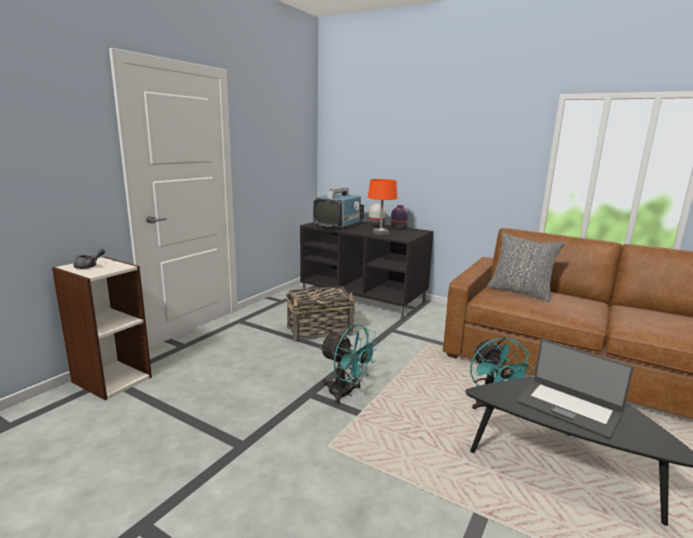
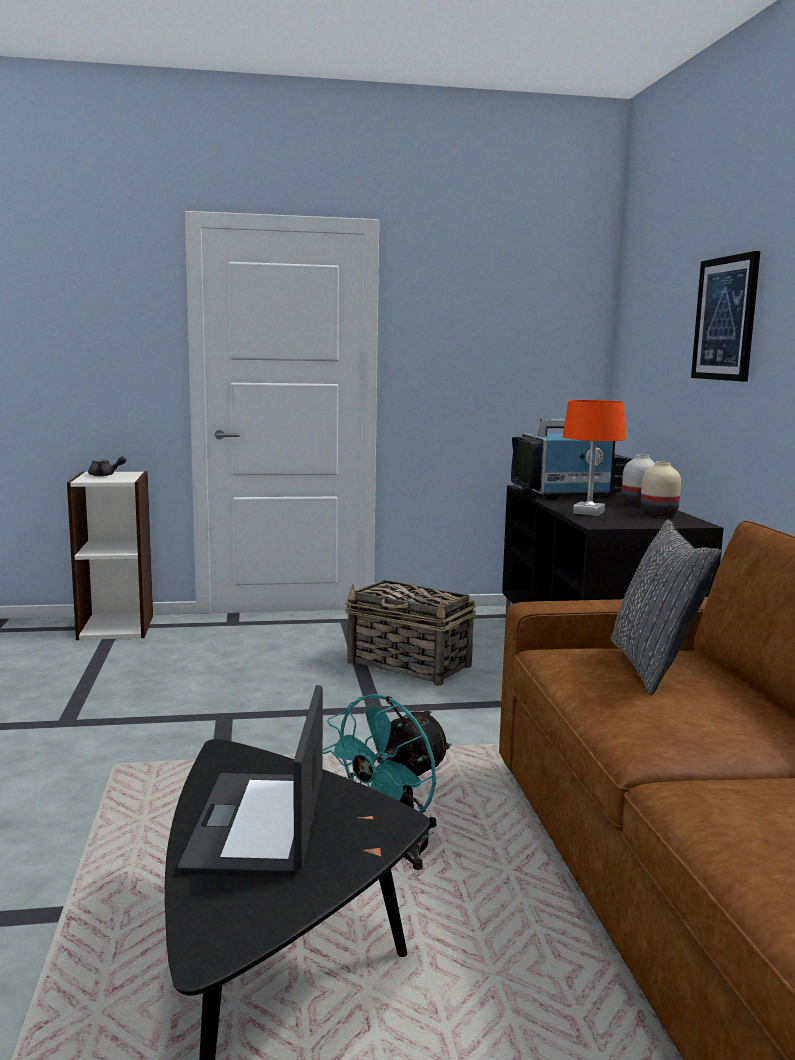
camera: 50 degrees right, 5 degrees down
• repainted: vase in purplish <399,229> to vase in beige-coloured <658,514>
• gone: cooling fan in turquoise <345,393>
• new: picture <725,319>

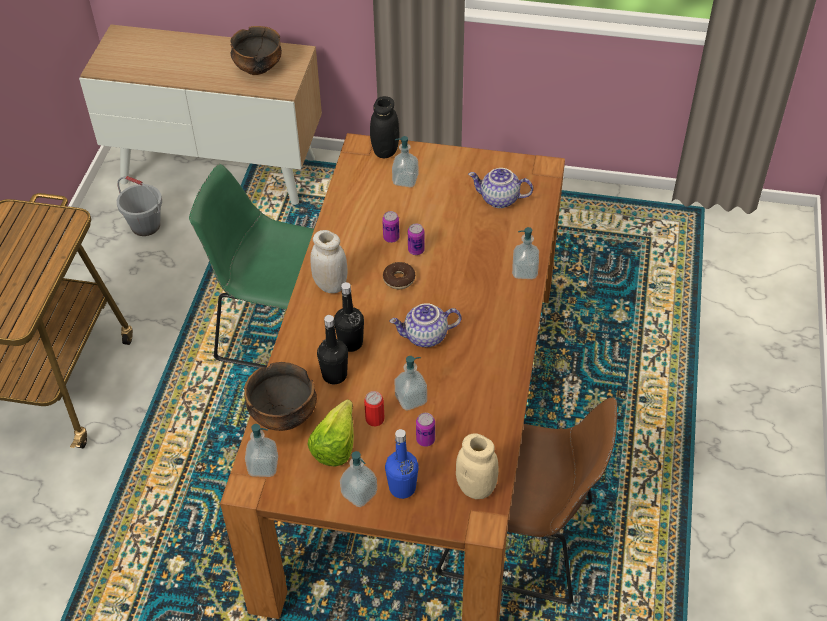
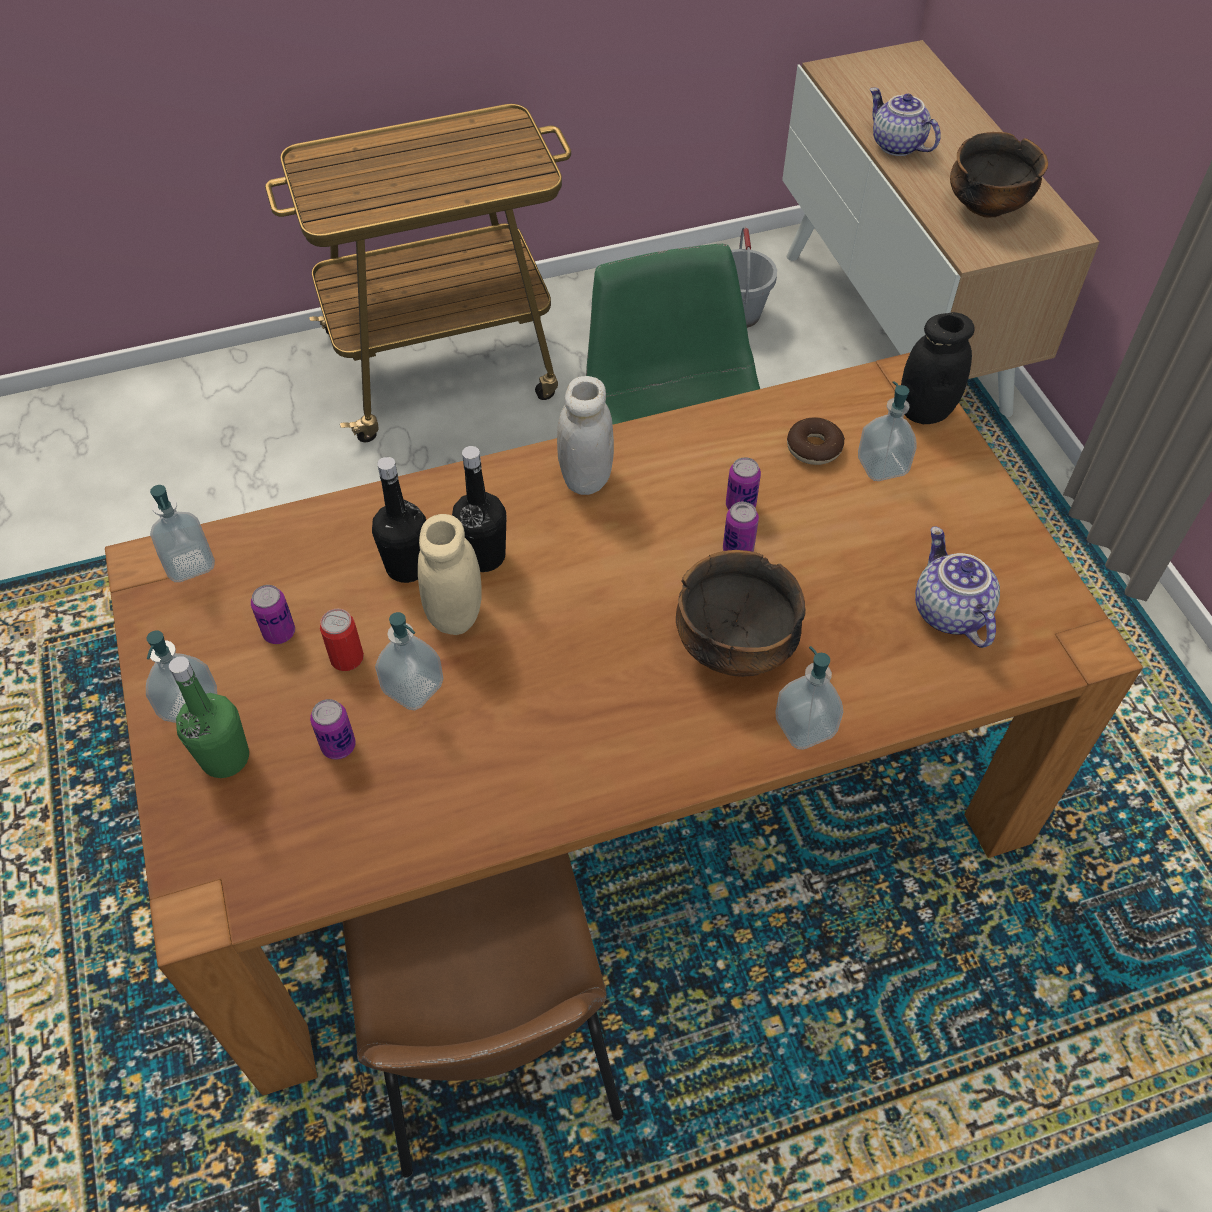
camera: 60 degrees right, 5 degrees up
• shifted: donut <399,279> to <814,448>
• shifted: pot for tea <425,337> to <896,145>
• shifted: bowl <284,416> to <733,647>
• swapped: lettuce head <339,442> to metal can <279,632>
• repainted: bottle in blue <402,488> to bottle in greenish <225,758>
• shifted: jar in beige-coloured <476,488> to <455,615>

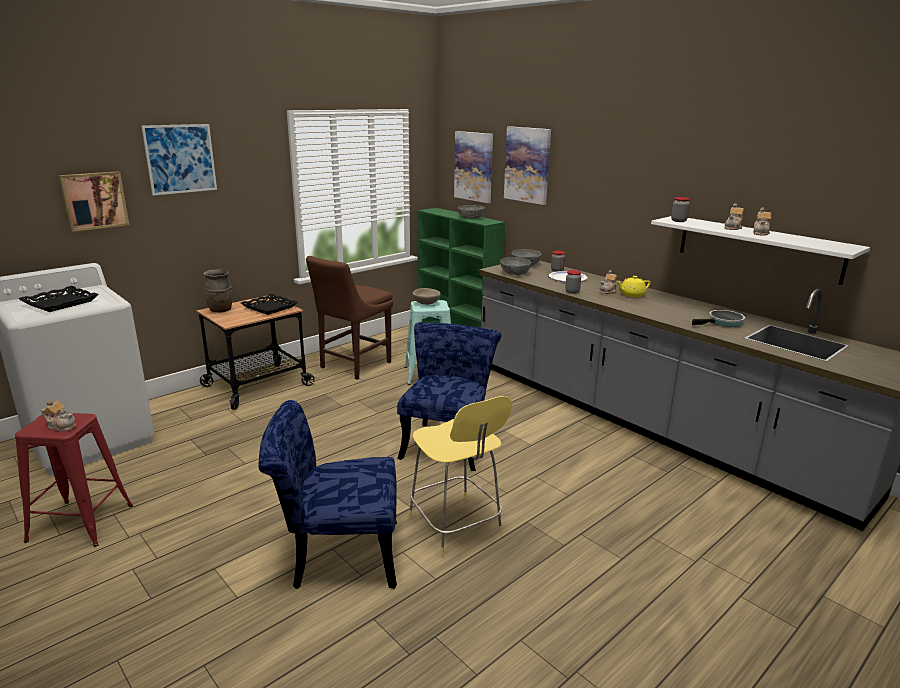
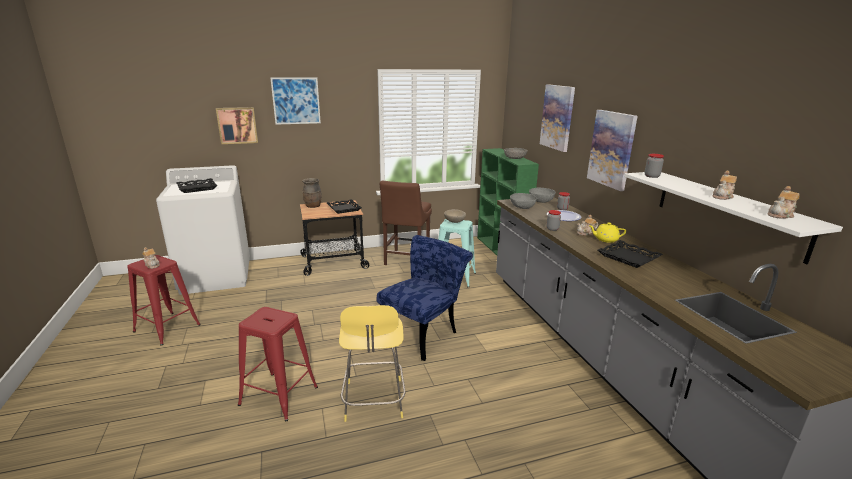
camera: 25 degrees right, 0 degrees up
• shifted: picture <474,166> to <611,149>
• shifted: pot for tea <733,228> to <781,215>
• rotated: upright chair in brown-coloured <353,366> = <405,260> 45 degrees counterclockwise
• gone: skillet <723,323>
• swapped: upright chair in blue <336,555> to sitting stool in reddish <278,396>
• new: tray in black <629,257>

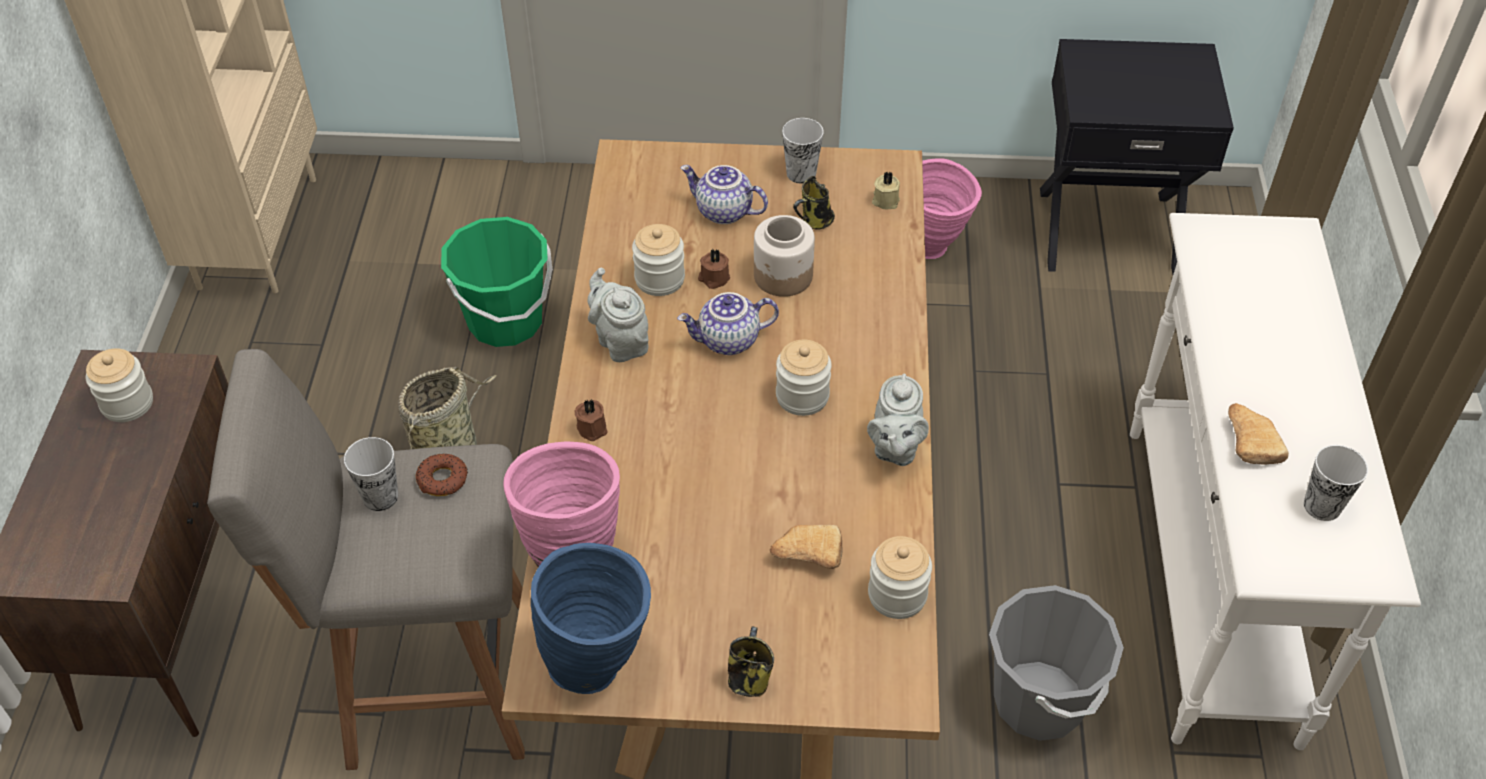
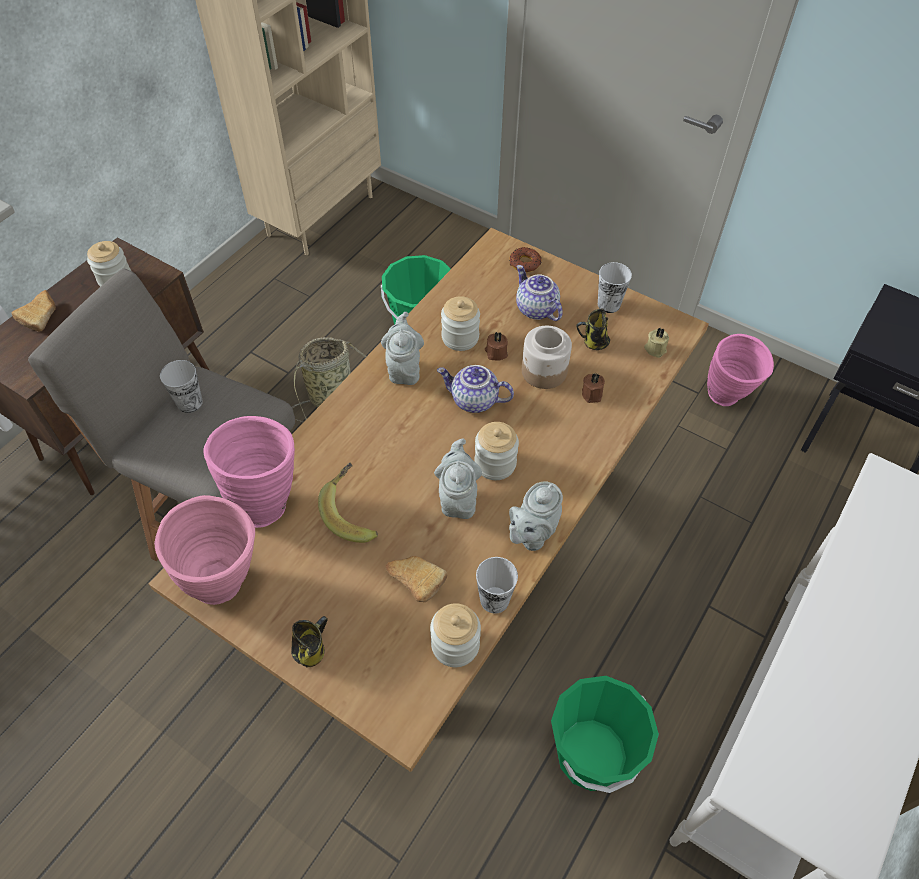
camera: 30 degrees right, 5 degrees up
• shifted: wax candle in brown-coloured <593,427> to <592,394>
• shifted: bread <1249,441> to <41,315>
• shifted: small cup <1322,506> to <494,600>
• shifted: donut <442,479> to <525,263>
• repainted: vase in blue <600,663> to vase in pinkish <228,585>
• repainted: water bucket in greyish <1039,701> to water bucket in greenish <591,755>
• new: pot for tea in greyish <458,498>
• new: banana <354,513>

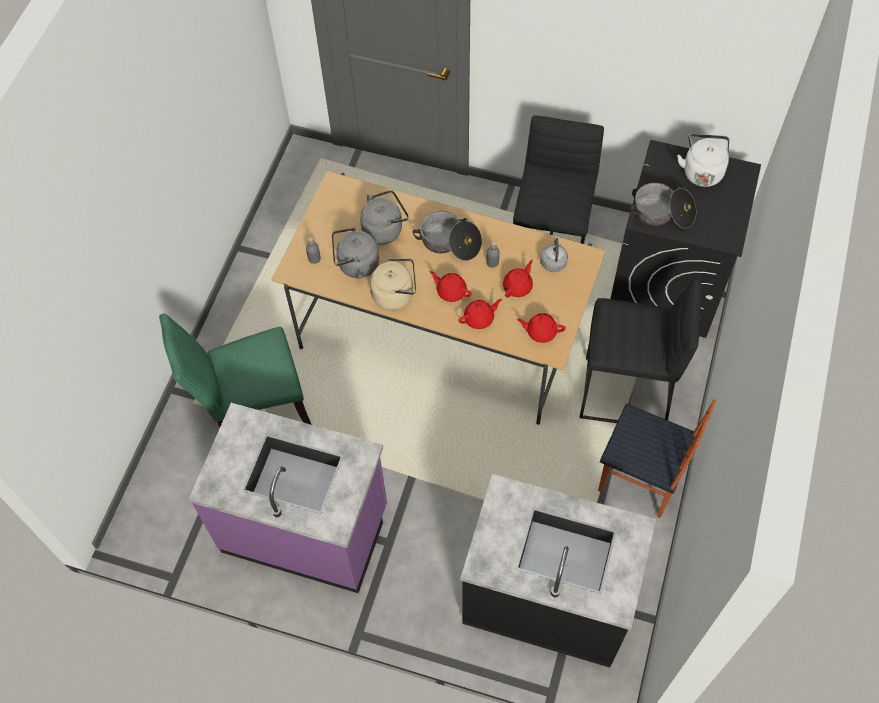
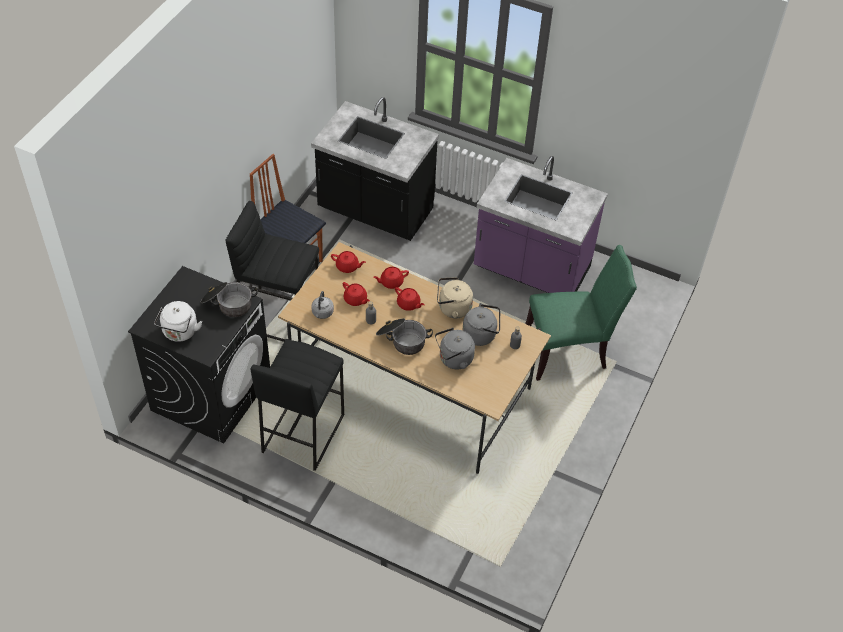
camera: 175 degrees left, 10 degrees down
• rotated: pot for tea in reddish <518,286> = <355,299> 90 degrees counterclockwise

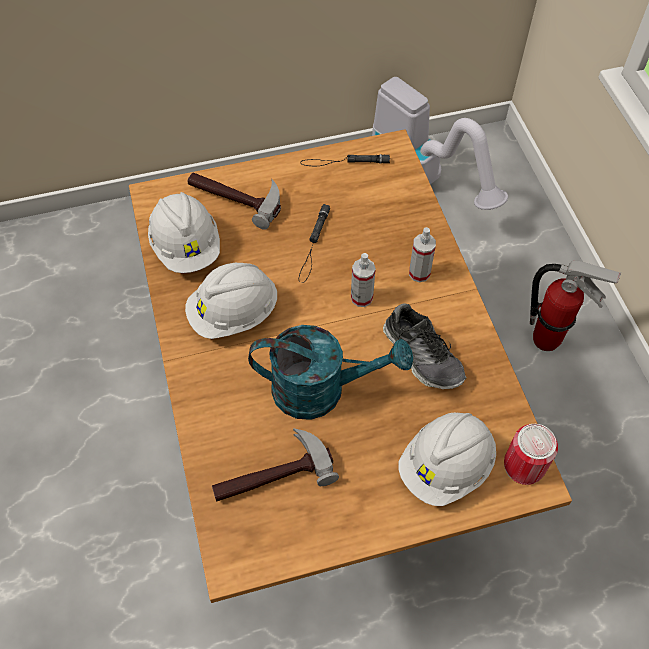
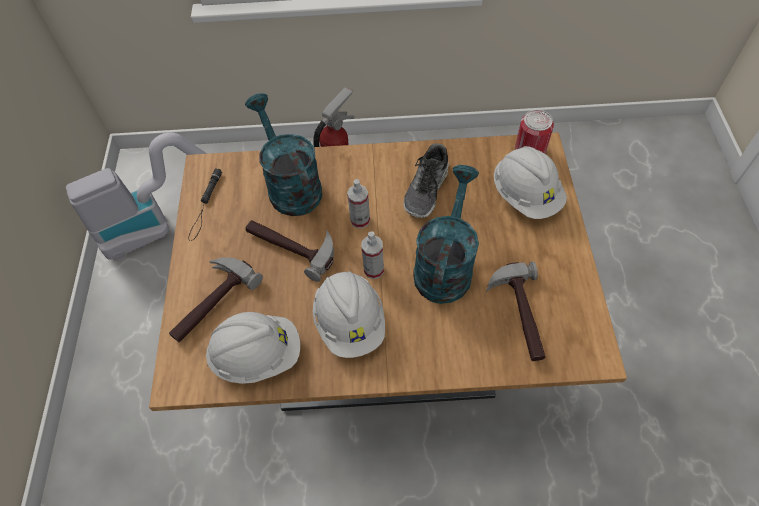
camera: 75 degrees left, 0 degrees up
• swapped: flashlight in black <314,245> to tool hammer <292,246>
• shifted: hand sprayer <419,273> to <373,270>
• rotated: shoe <422,355> = <427,190> 135 degrees clockwise
• new: sprinkling can in turquoise <290,185>

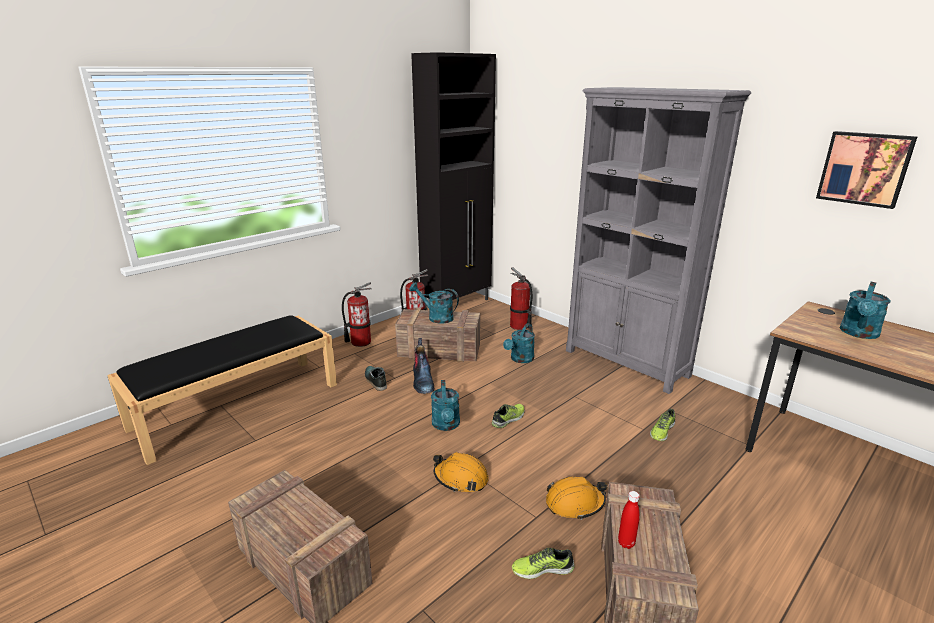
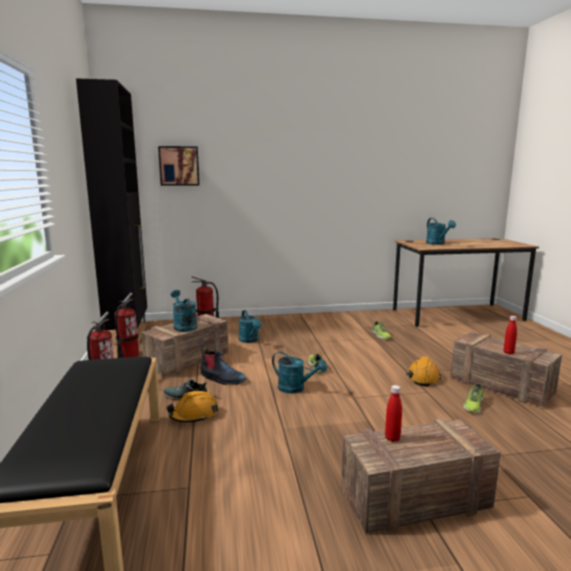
camera: 55 degrees left, 10 degrees down
• gone: shelving unit in greyish <626,363>
• shifted: picture <864,168> to <179,166>
• rotated: sprinkling can in turquoise <436,317> = <183,326> 90 degrees clockwise
• shifted: hard hat in orange <461,478> to <194,415>
• new: bottle in reddish <392,438>

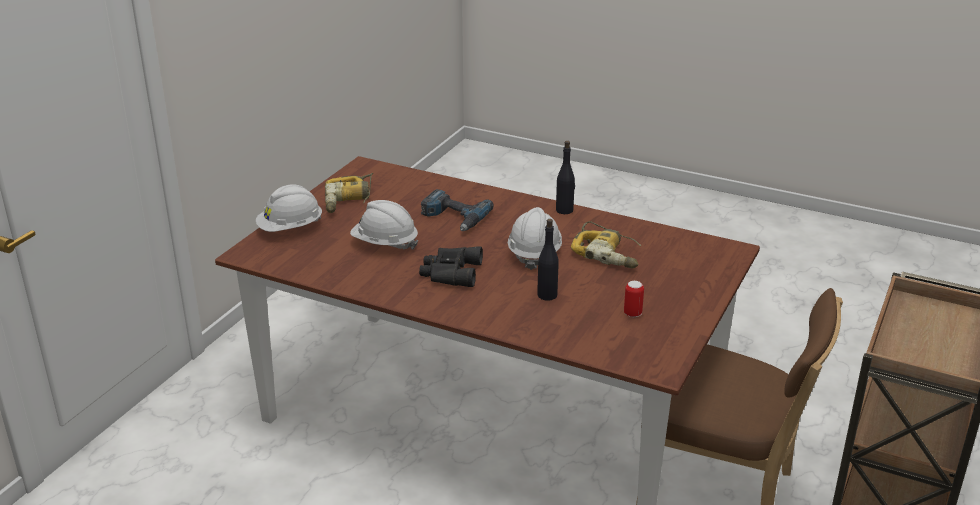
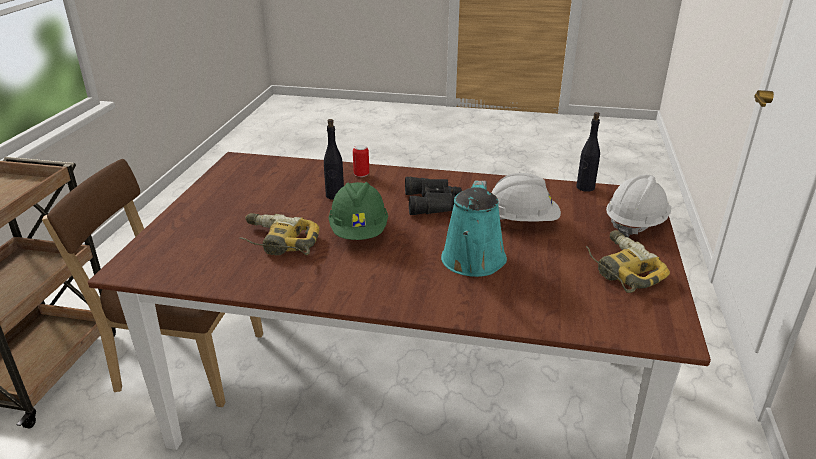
camera: 165 degrees right, 0 degrees up
• shifted: bottle in black <564,210> to <585,187>
• swapped: electric drill <453,218> to sprinkling can in turquoise <473,263>
• repainted: hard hat in white <534,253> to hard hat in greenish <359,232>
• shifted: metal can <632,314> to <361,175>

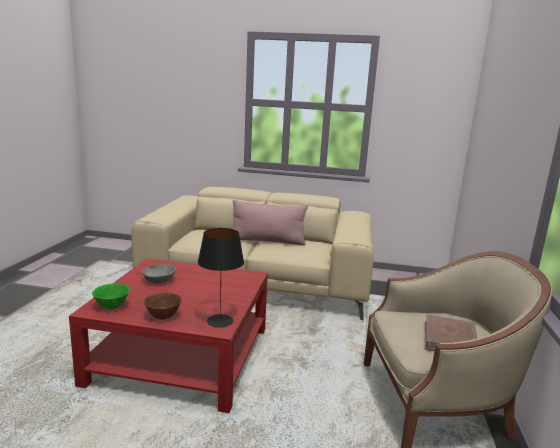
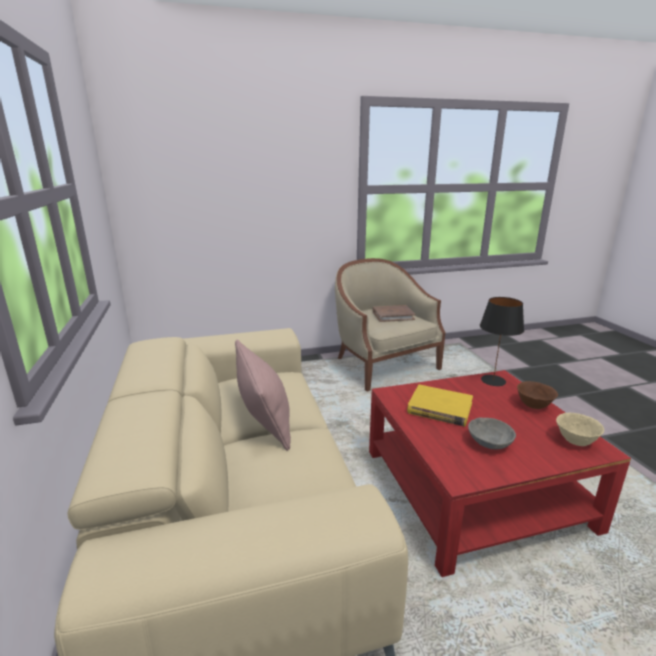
camera: 115 degrees left, 5 degrees up
• repainted: bowl in greenish <112,306> to bowl in beige-coloured <575,441>
• new: book in yellow <439,408>

